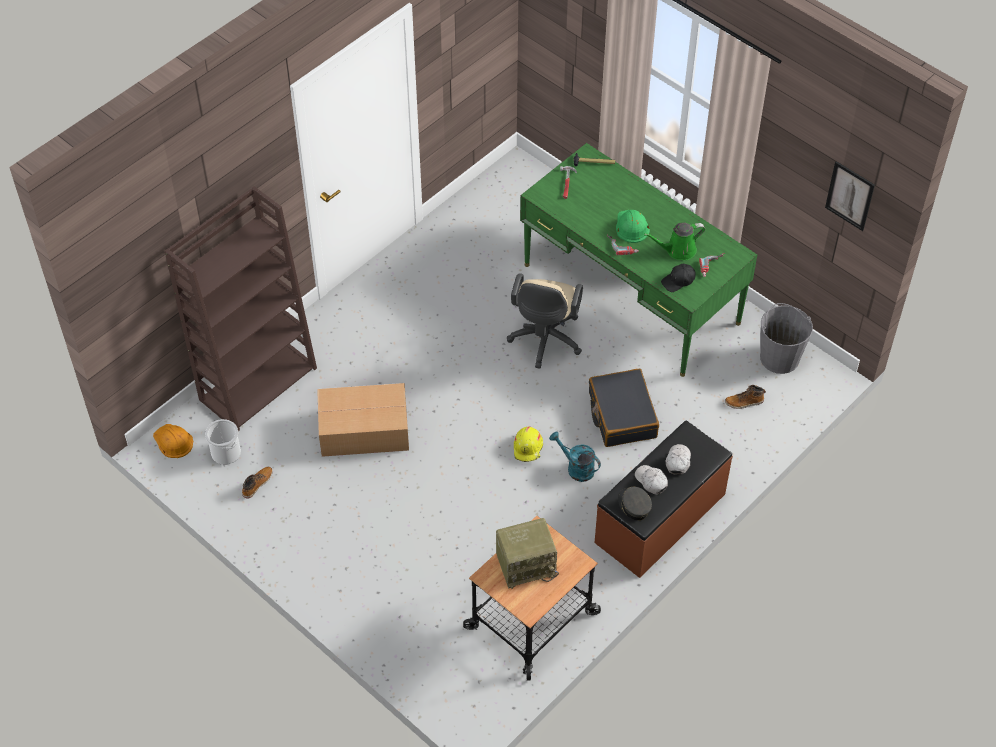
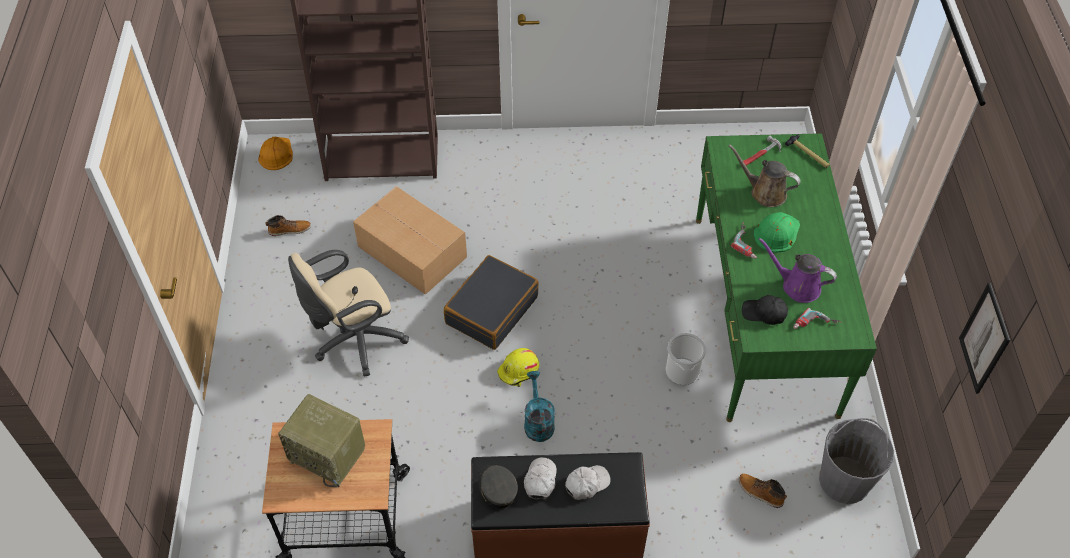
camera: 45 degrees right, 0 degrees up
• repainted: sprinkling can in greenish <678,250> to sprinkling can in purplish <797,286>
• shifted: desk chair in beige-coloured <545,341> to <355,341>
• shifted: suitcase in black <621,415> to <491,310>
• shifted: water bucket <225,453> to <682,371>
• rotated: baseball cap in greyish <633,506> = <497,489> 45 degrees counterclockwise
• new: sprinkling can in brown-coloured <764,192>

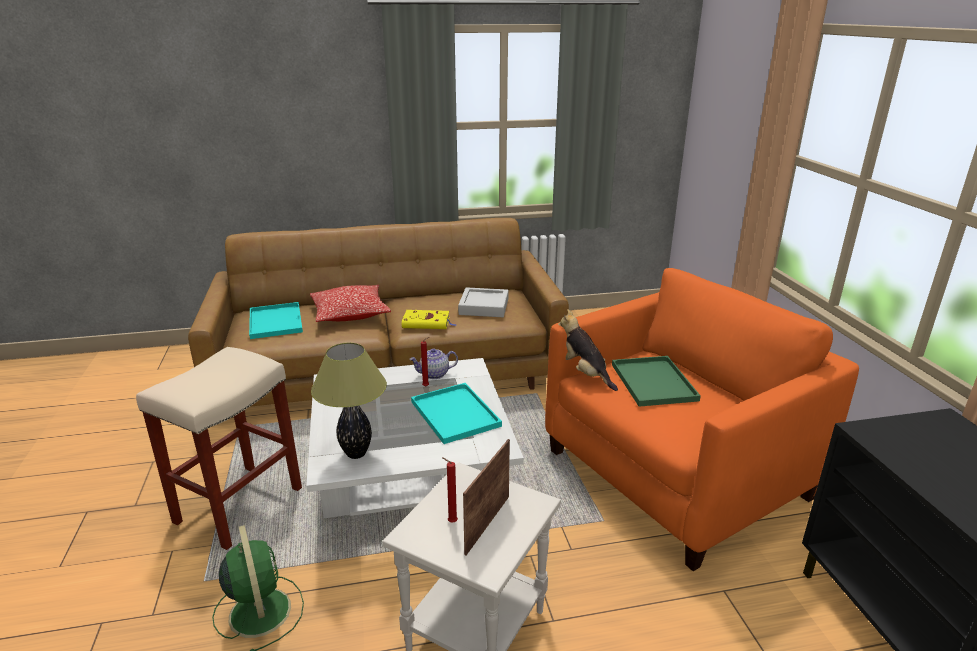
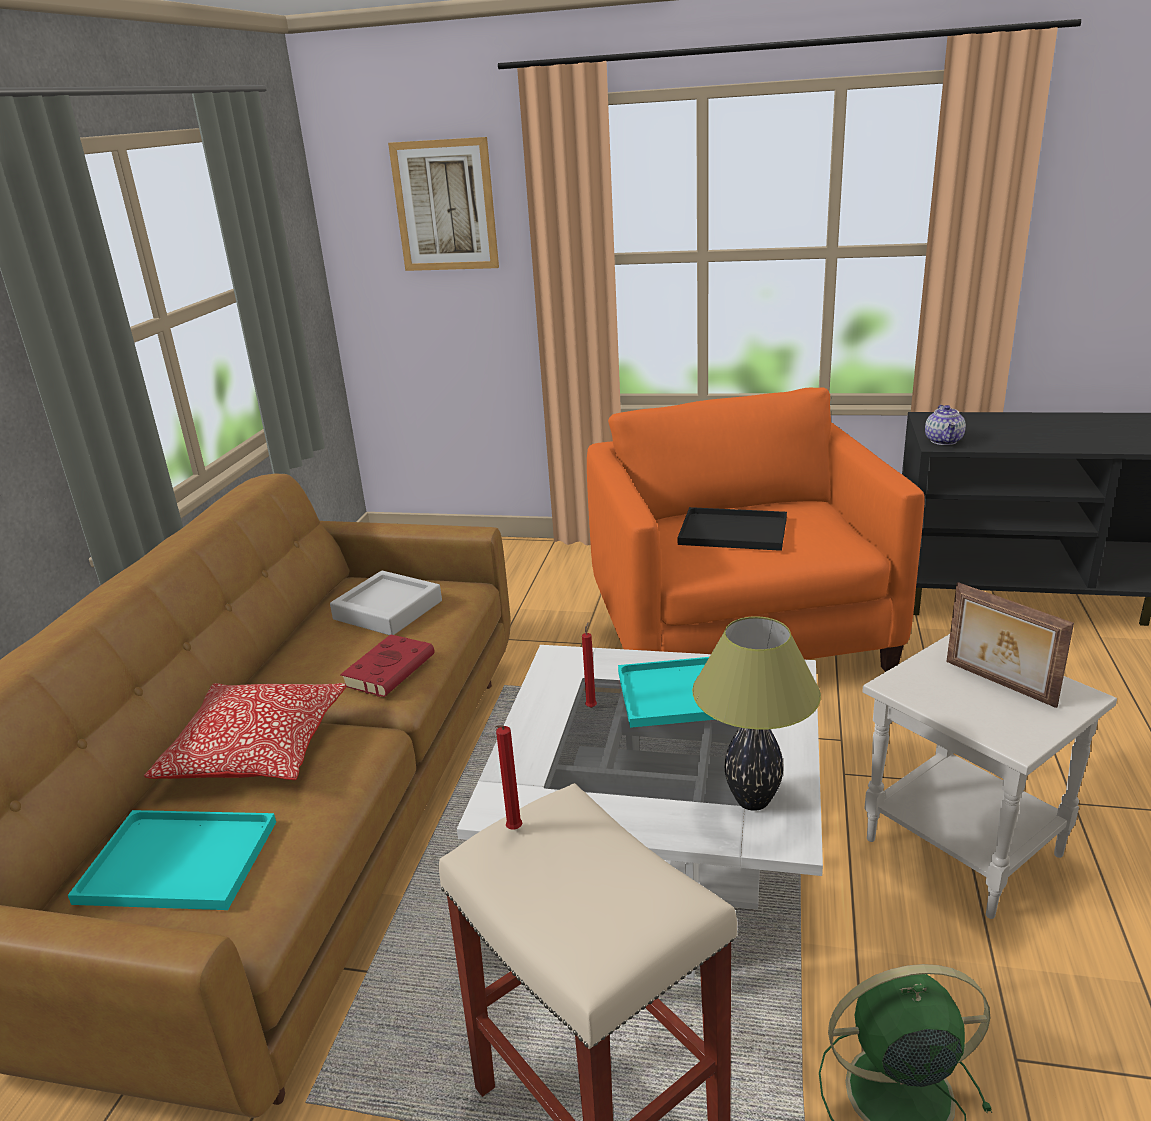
camera: 65 degrees left, 0 degrees up
• gone: cuddly toy <584,373>
• repainted: book in yellow <427,323> to book in reddish <390,669>
• shifted: pot for tea <434,374> to <944,441>
• repainted: tray in greenish <655,383> to tray in black <735,531>
• shifted: wax candle in reddish <451,522> to <513,831>
• new: picture <445,206>

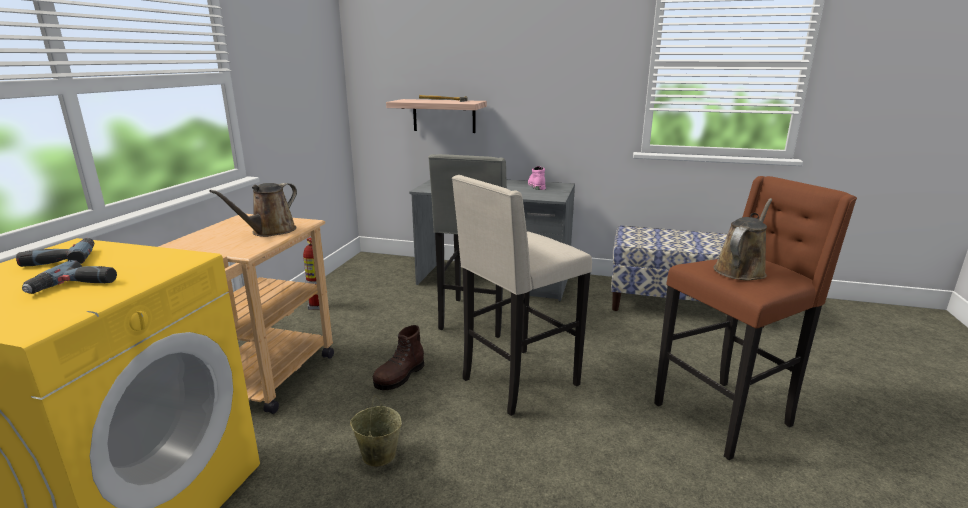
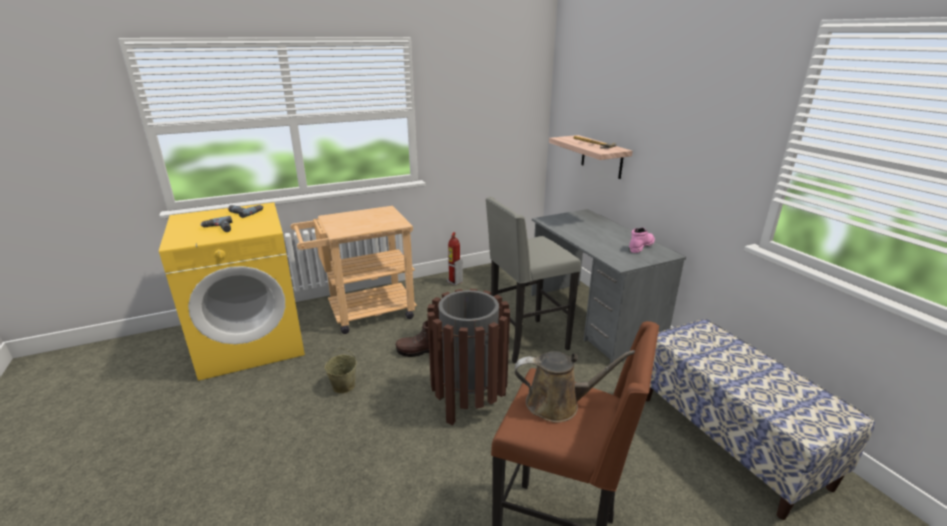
camera: 50 degrees right, 5 degrees up
• swapped: sitting stool in beige-coloured <517,382> to trash can in brown-coloured <469,400>
• gone: sprinkling can in brown-coloured <270,231>

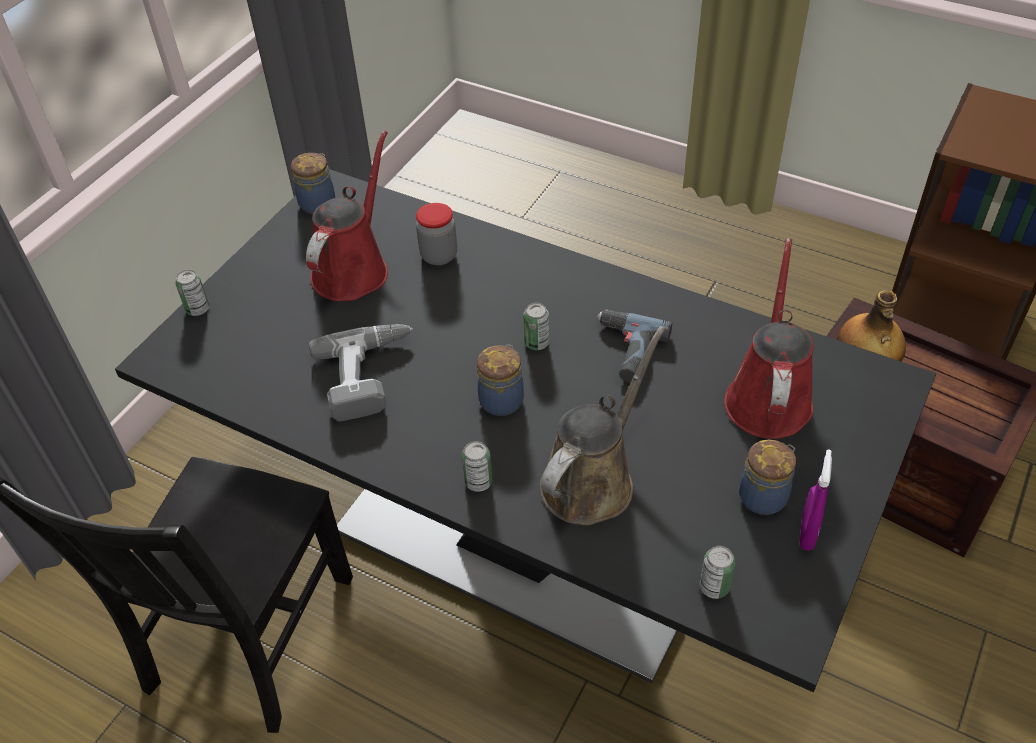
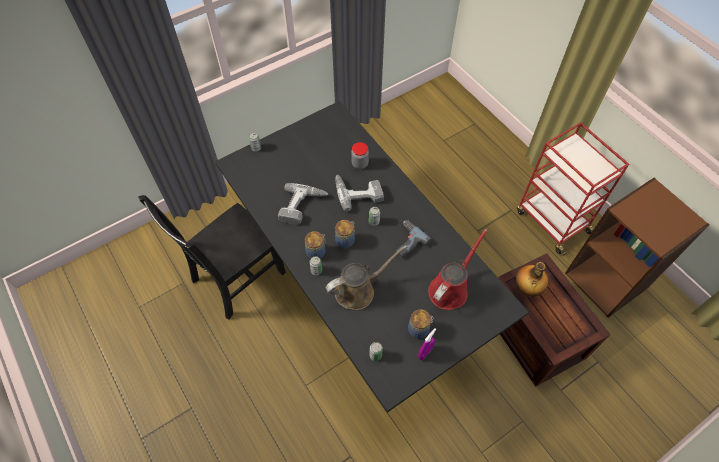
camera: 25 degrees right, 10 degrees up
• gone: sprinkling can in reddish <353,268>
• shifted: jar <318,202> to <316,252>
• new: wheeled cart in reddish <552,221>
• new: electric drill <358,192>

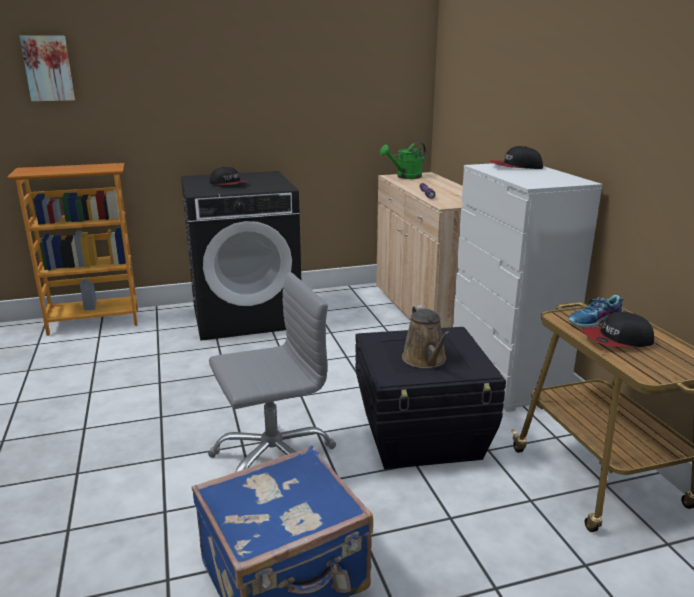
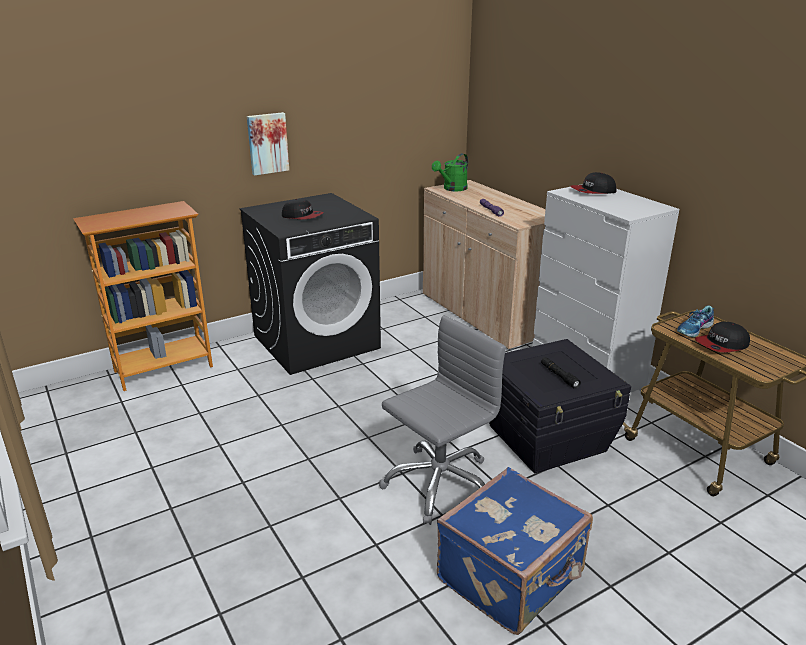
camera: 15 degrees left, 5 degrees up
• shifted: picture <48,68> to <267,143>
• swapped: sprinkling can in brown-coloured <425,360> to flashlight in black <559,376>

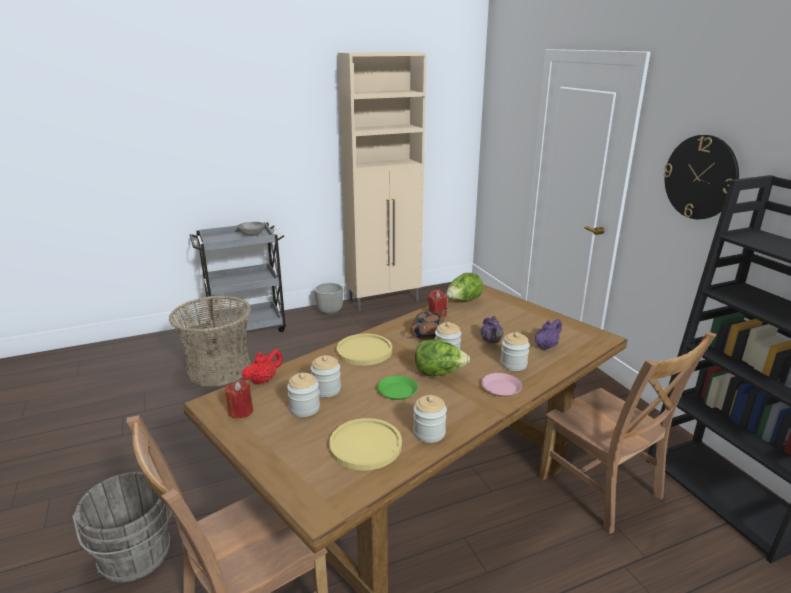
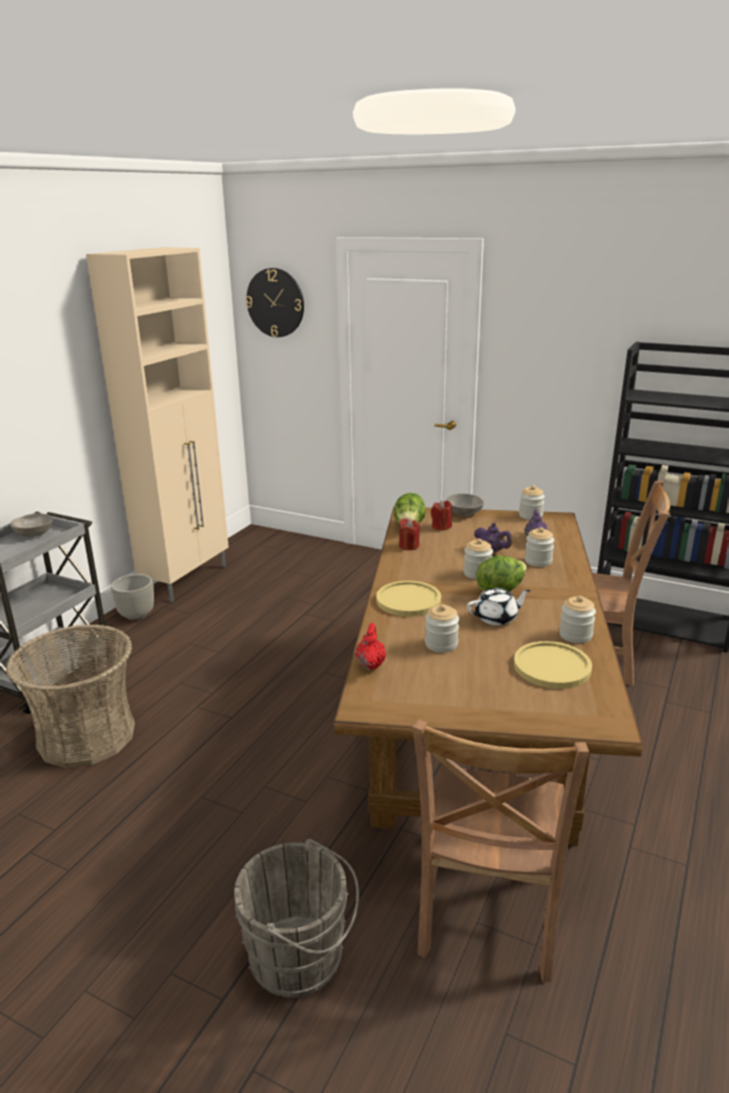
camera: 40 degrees left, 0 degrees up
• shifted: wall clock <700,177> to <275,303>
• gone: pot for tea in brown-coloured <428,334>
• shifted: jar <304,408> to <530,515>
• gone: flat dish in pinkish <501,388>
• swapped: flat dish in greenish <397,391> to pot for tea in white <497,618>
• shifted: wax candle in reddish <241,411> to <441,527>
• new: bowl in greyish <464,513>

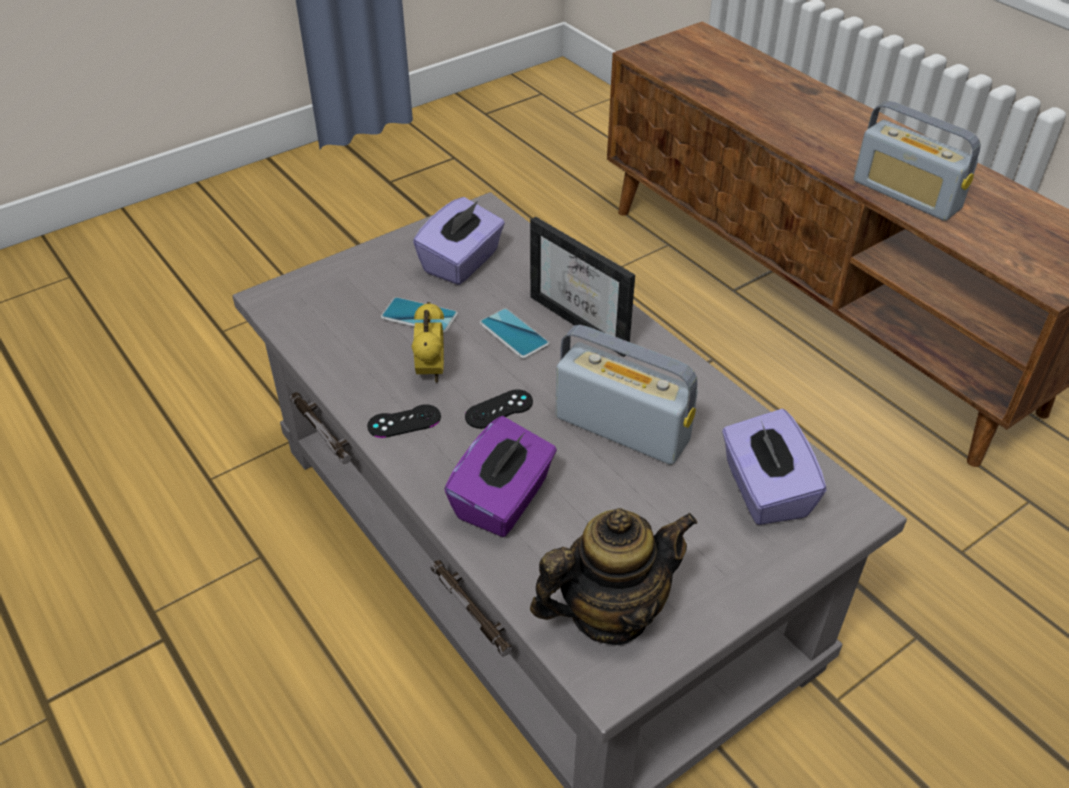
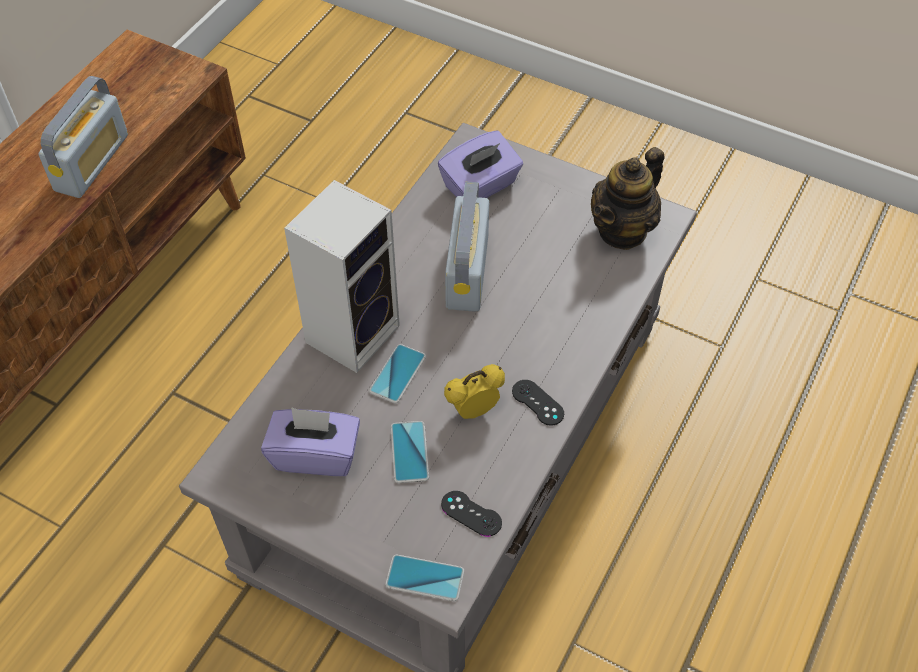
camera: 115 degrees left, 10 degrees up
• swapped: picture frame <589,320> to speaker <353,331>
• shifted: gamepad in black <499,409> to <471,513>
• gone: tissue box in purplish <503,500>
• rotated: pot for tea <609,613> = <622,230> 90 degrees counterclockwise
• new: phone <425,578>

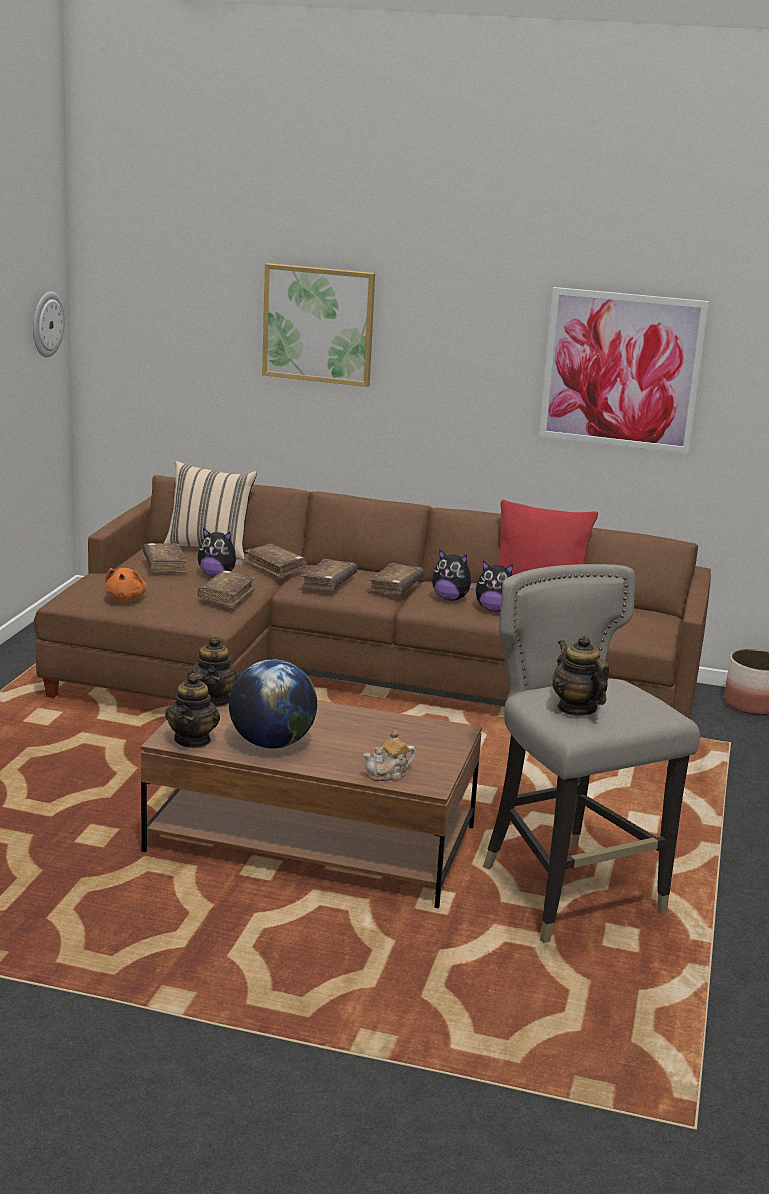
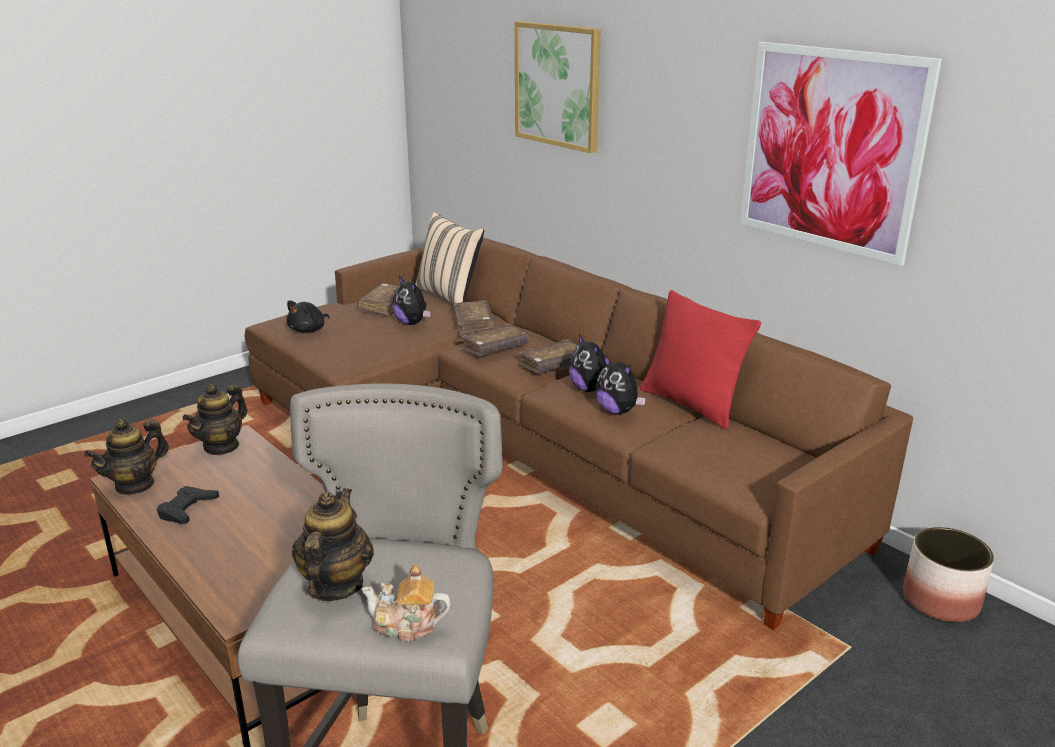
camera: 35 degrees right, 5 degrees up
• gone: wall clock <46,324>
• repainted: cuddly toy in orange <126,598> to cuddly toy in black <308,330>
• gone: book in brown-coloured <226,596>
• swapped: world globe <271,743> to gamepad in black <187,509>
• shifted: pot for tea <388,774> to <407,625>

